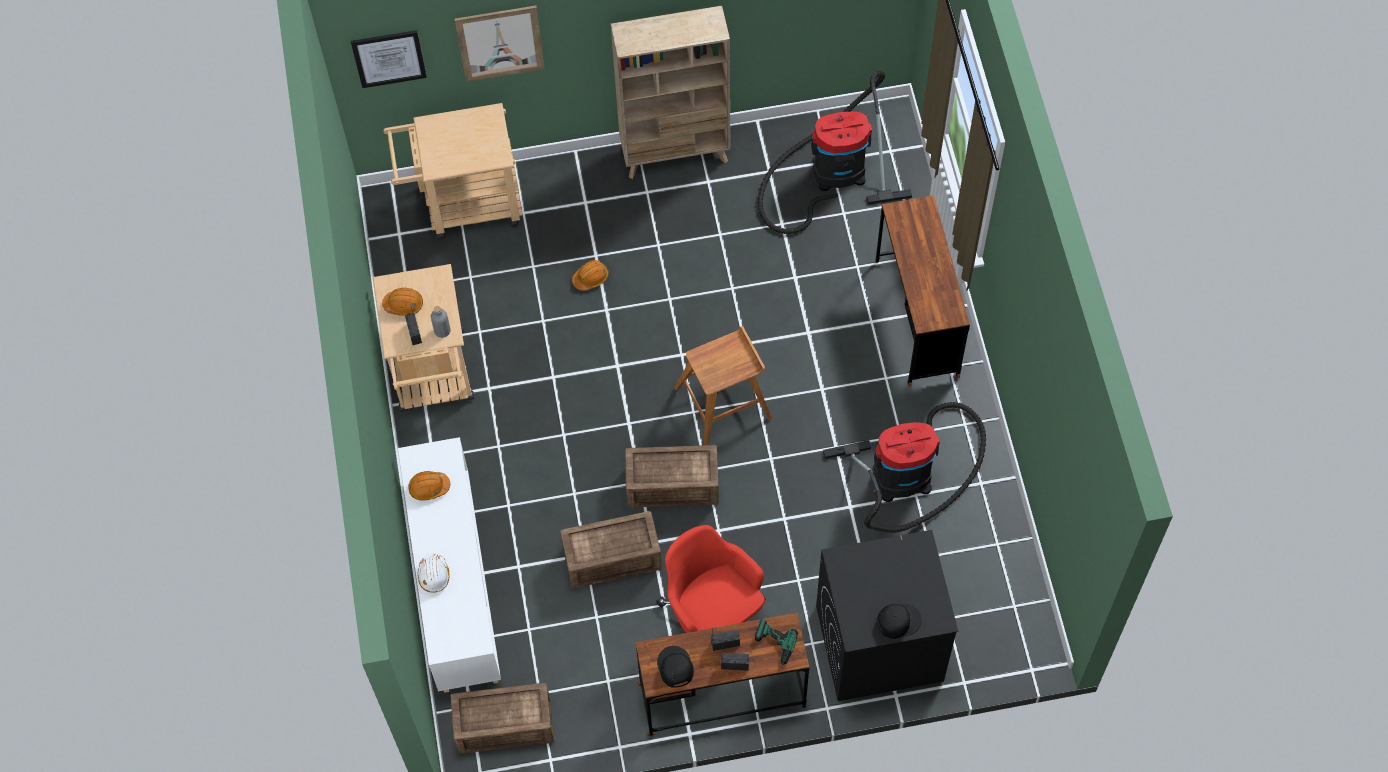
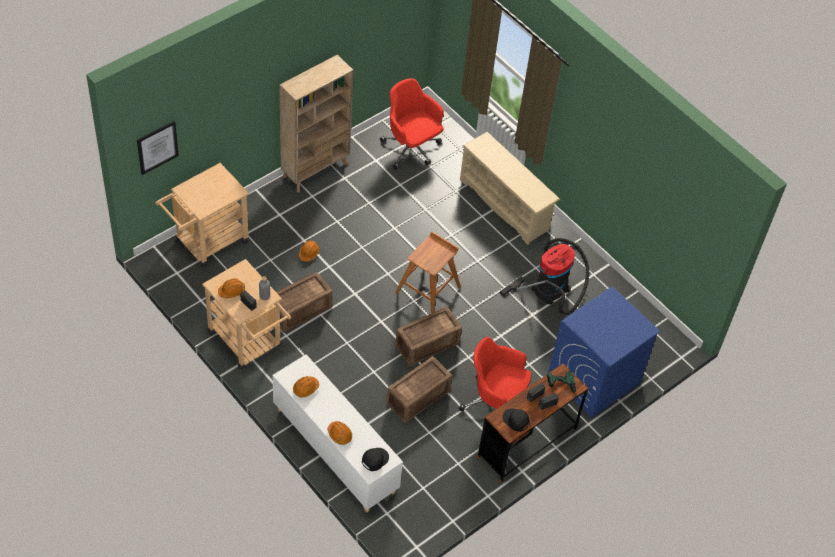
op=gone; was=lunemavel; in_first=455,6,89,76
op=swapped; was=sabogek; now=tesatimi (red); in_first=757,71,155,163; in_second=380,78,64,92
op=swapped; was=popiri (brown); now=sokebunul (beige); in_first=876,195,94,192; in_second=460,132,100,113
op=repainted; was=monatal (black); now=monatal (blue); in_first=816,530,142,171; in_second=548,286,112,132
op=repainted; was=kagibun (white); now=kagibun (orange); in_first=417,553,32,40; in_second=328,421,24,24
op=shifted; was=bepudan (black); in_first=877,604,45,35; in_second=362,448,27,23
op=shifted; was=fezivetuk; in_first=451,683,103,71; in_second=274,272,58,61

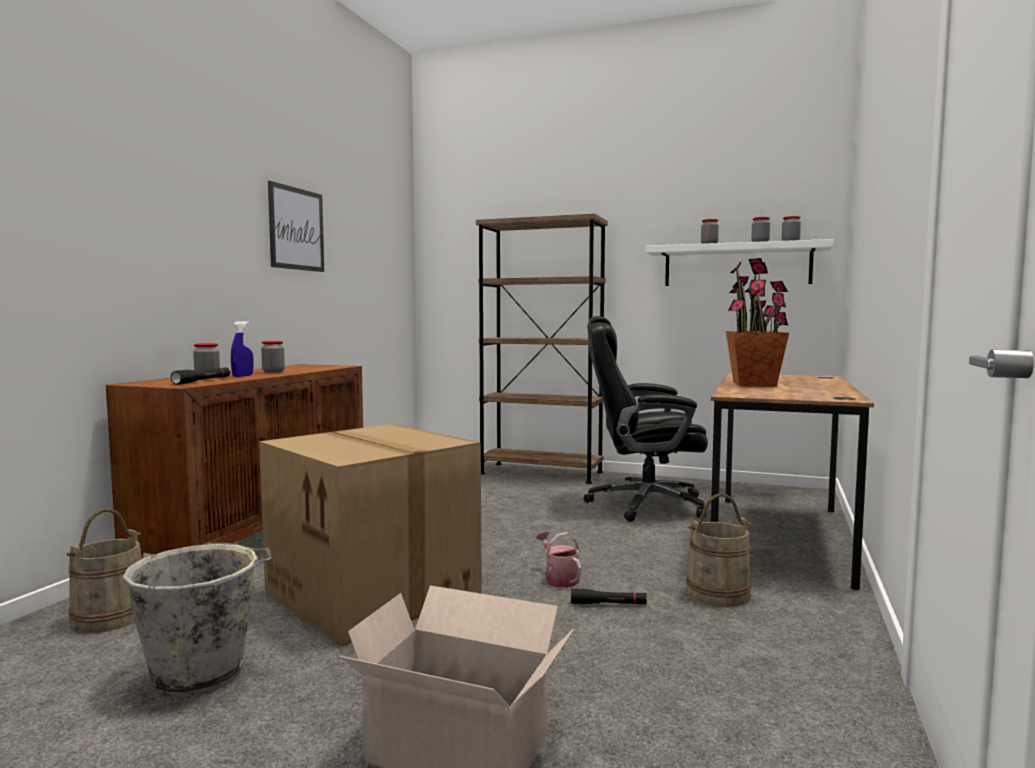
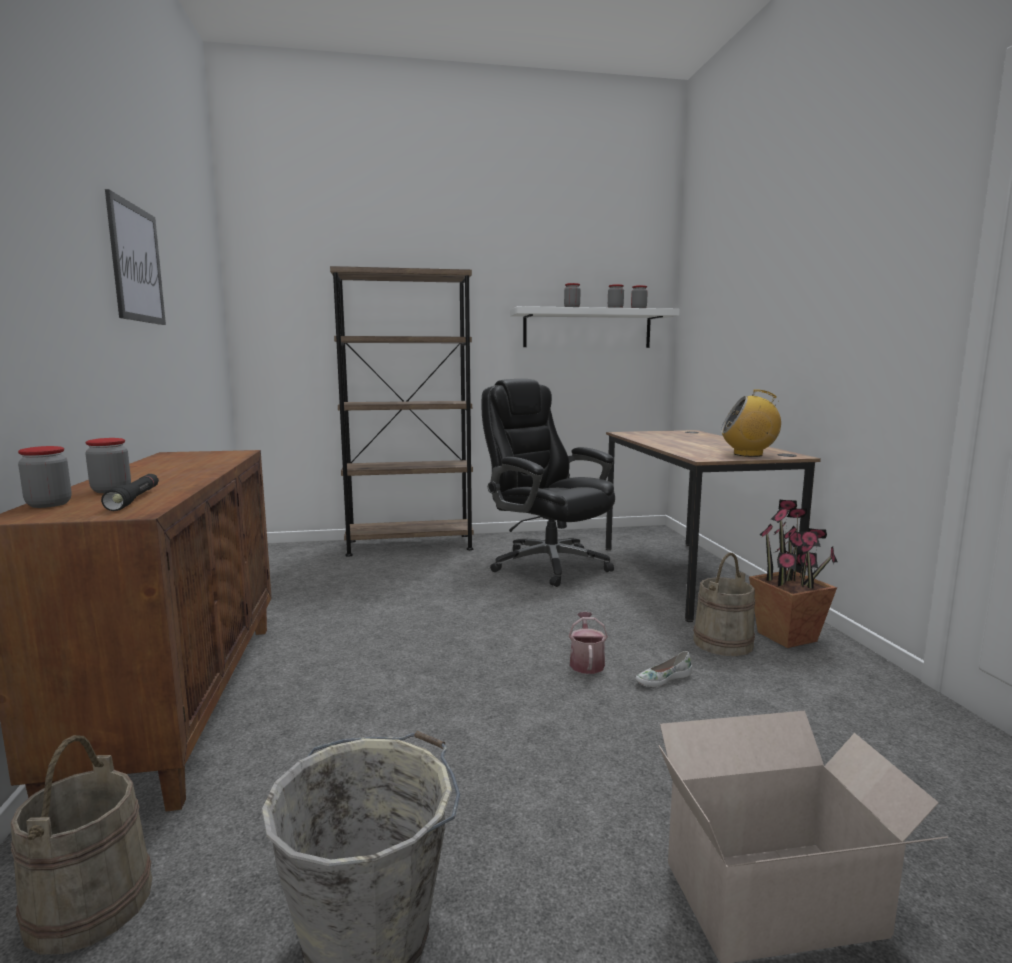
op=shifted; was=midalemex; in_first=726,258,63,129; in_second=749,500,88,148
op=rotated; was=tesatimi (black); in_first=584,316,124,206; in_second=482,379,133,208; clockwise=75
op=gone; was=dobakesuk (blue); in_first=231,321,23,56
op=shifted; was=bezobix; in_first=261,341,24,32; in_second=18,446,54,62
op=gone; was=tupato; in_first=259,424,223,222
op=rotated; was=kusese; in_first=536,532,46,56; in_second=568,612,40,62; clockwise=60
op=swapped; was=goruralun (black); now=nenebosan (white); in_first=571,588,76,16; in_second=635,651,57,36
op=new; now=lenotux; in_second=721,389,60,68

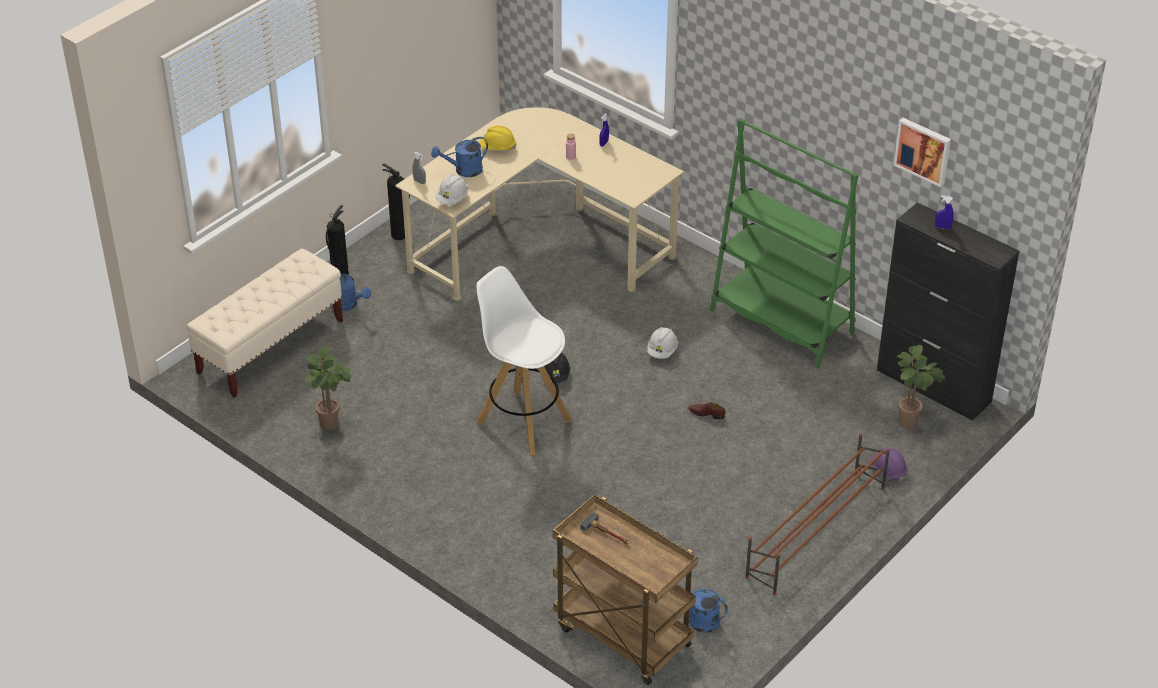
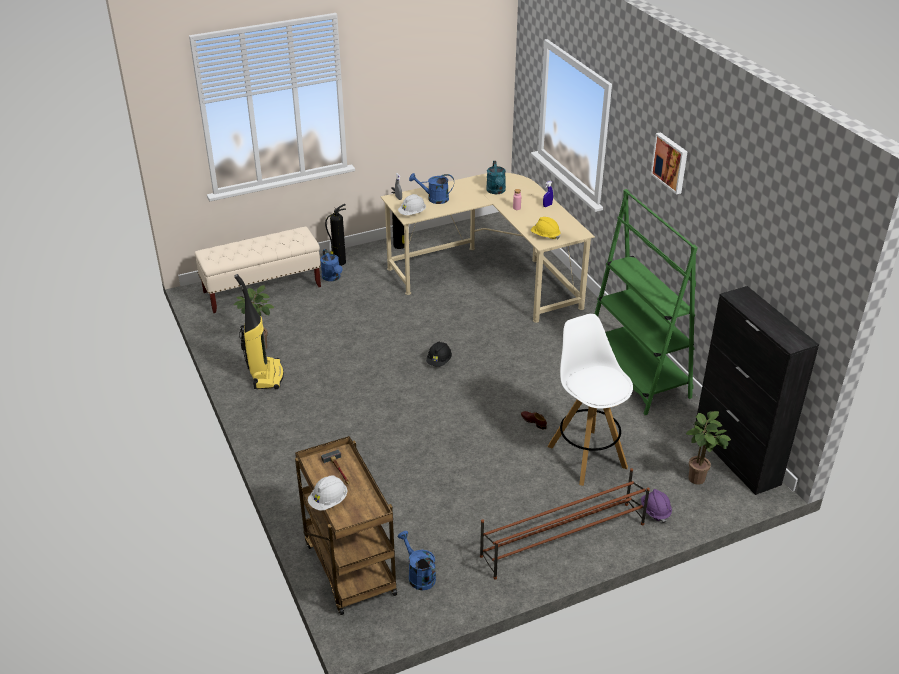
op=shifted; was=lunemavel; in_first=894,118,57,69; in_second=650,132,37,63
op=shifted; was=kagibun (yellow); in_first=479,126,37,24; in_second=531,217,29,23
op=gone; was=dobakesuk (blue); in_first=935,195,19,34
op=shifted; was=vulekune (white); in_first=477,266,95,189; in_second=548,314,85,172
op=shifted; was=kagibun (white); in_first=647,327,31,32; in_second=308,475,39,36
op=new; now=kusese (turquoise); in_second=486,161,20,33
op=new; now=sabogek; in_second=234,274,50,115

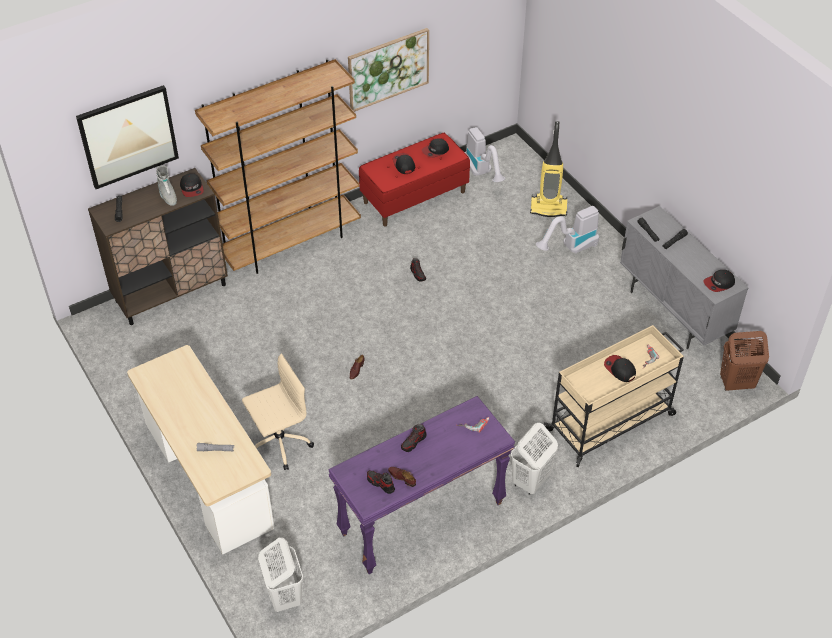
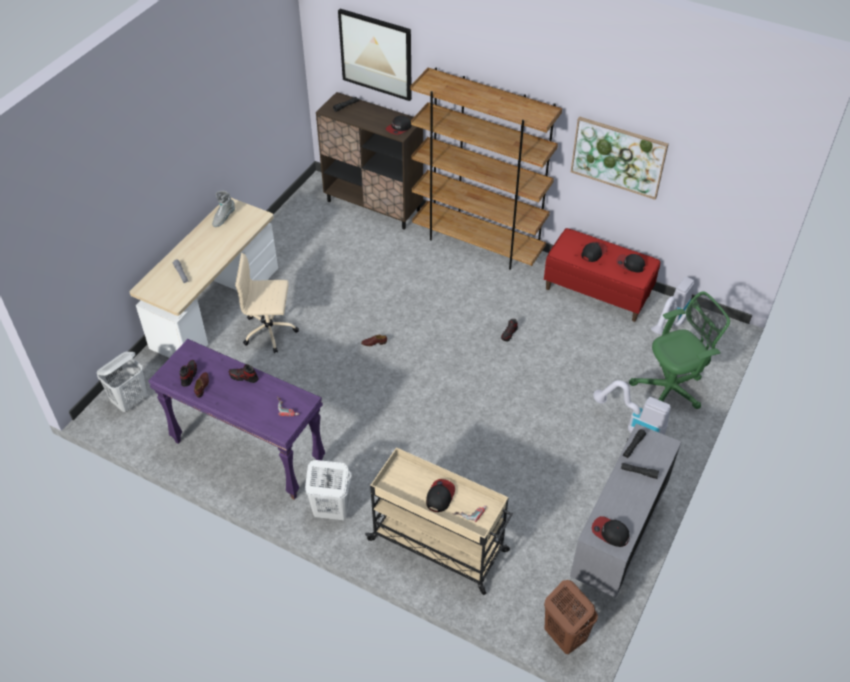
op=swapped; was=sabogek; now=tesatimi (green); in_first=530,121,37,96; in_second=629,291,101,118
op=shifted; was=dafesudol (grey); in_first=156,166,21,40; in_second=212,191,23,36
op=rotated; was=tesatimi (beige); in_first=242,353,72,117; in_second=235,253,64,100; clockwise=150

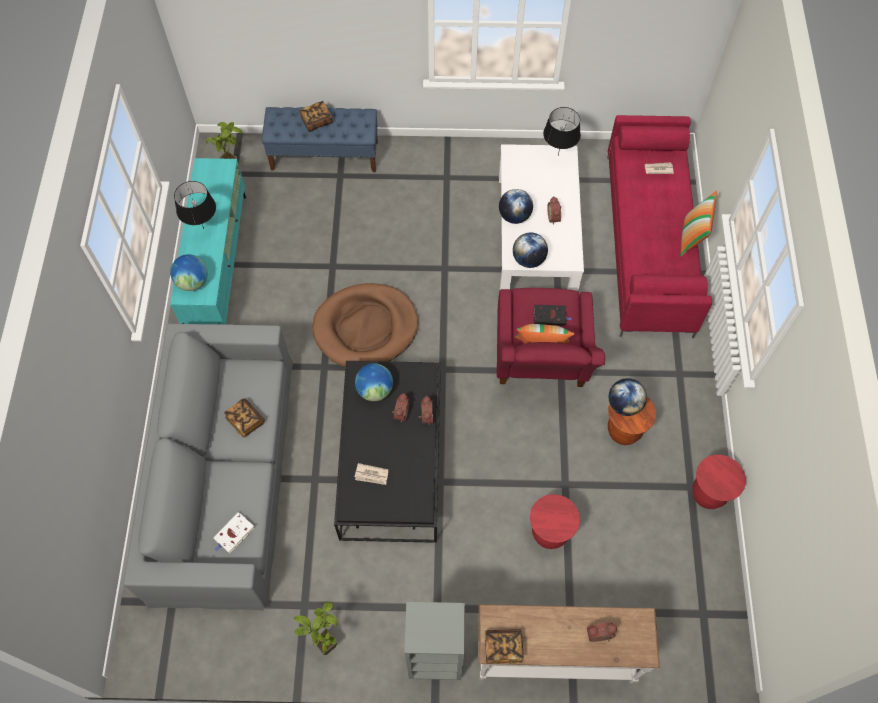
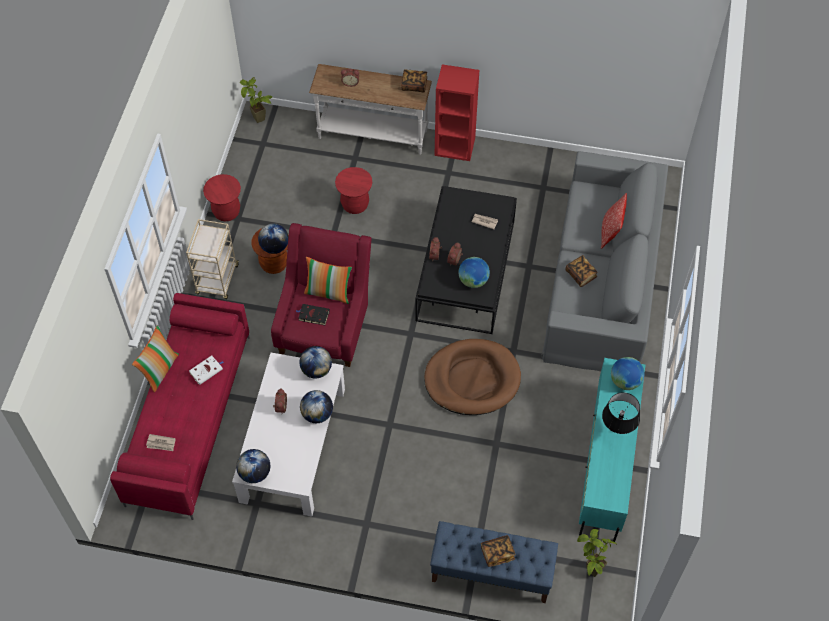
op=swapped; was=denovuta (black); now=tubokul; in_first=543,107,38,49; in_second=236,449,34,34
op=shifted; was=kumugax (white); in_first=213,512,42,41; in_second=189,355,35,30
op=shifted; was=midalemex; in_first=294,602,44,53; in_second=240,77,32,46
op=repainted; was=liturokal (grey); now=liturokal (red); in_first=404,602,61,78; in_second=434,64,45,97
op=new; now=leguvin; in_second=601,193,26,56
op=new; now=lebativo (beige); in_second=186,219,53,80

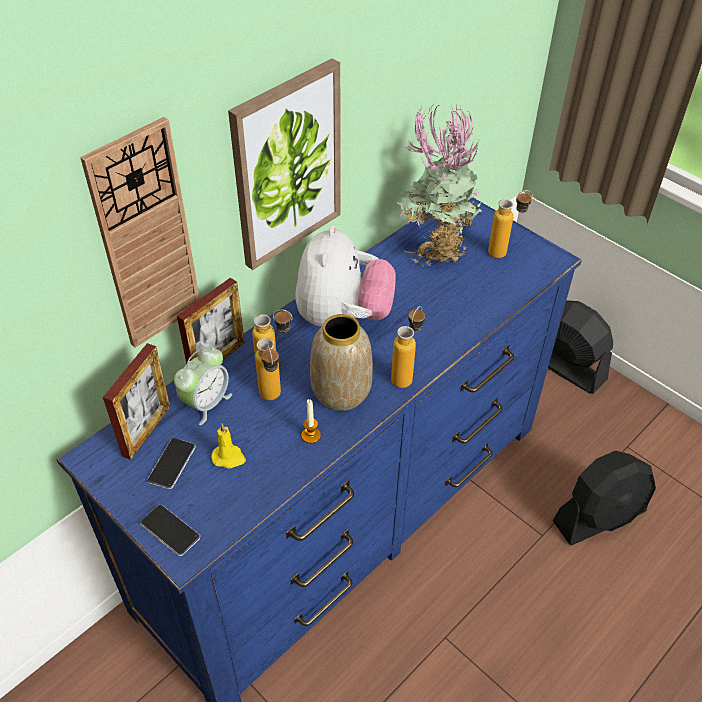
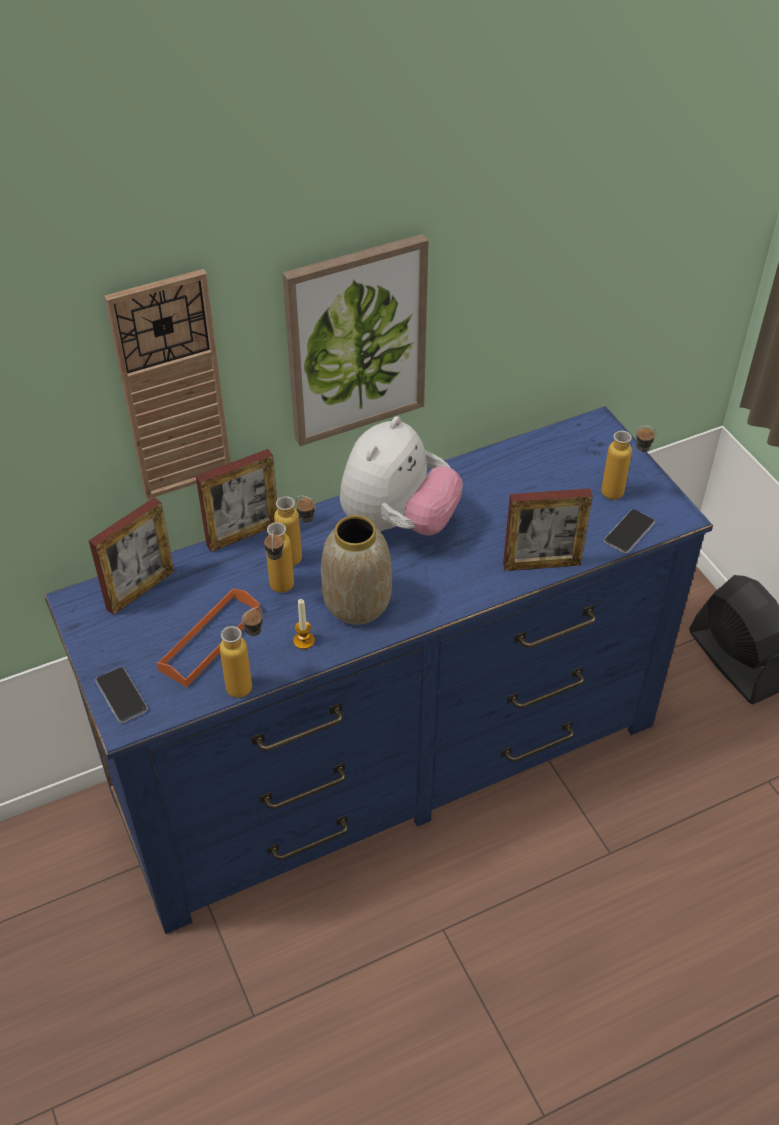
op=gone; was=midalemex; in_first=397,104,84,163
op=shifted; was=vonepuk; in_first=391,306,34,82; in_second=220,607,43,91
op=gone; was=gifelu; in_first=174,347,58,78
op=swapped; was=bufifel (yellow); now=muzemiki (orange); in_first=211,424,35,45; in_second=157,589,104,98
op=shifted; was=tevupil; in_first=147,438,49,51; in_second=604,509,51,44
op=gone; was=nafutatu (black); in_first=553,451,103,94
op=new; now=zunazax; in_second=503,488,90,83

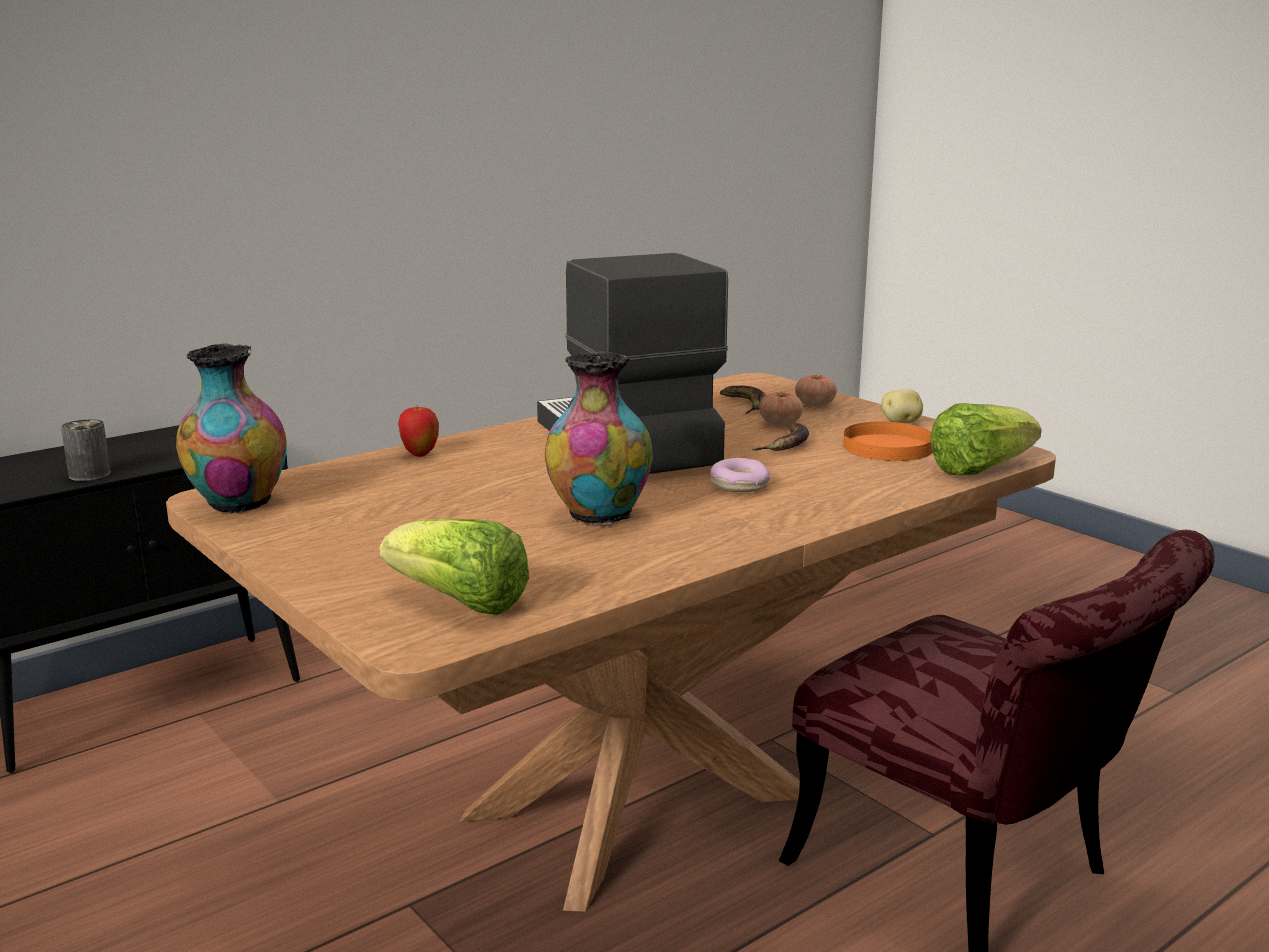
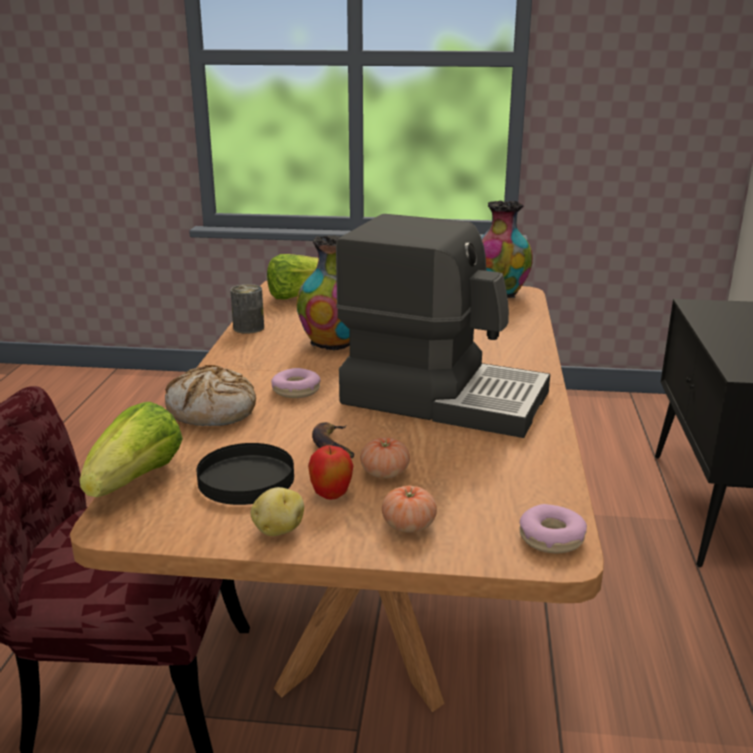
op=gone; was=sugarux; in_first=720,386,46,28
op=shifted; was=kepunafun; in_first=398,405,41,52; in_second=308,446,45,53
op=shifted; was=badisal; in_first=61,419,50,62; in_second=230,284,34,50
op=repainted; was=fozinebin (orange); now=fozinebin (black); in_first=843,421,89,40; in_second=196,443,98,62
op=new; now=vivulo; in_second=165,365,91,61
op=new; now=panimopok; in_second=519,504,68,49

